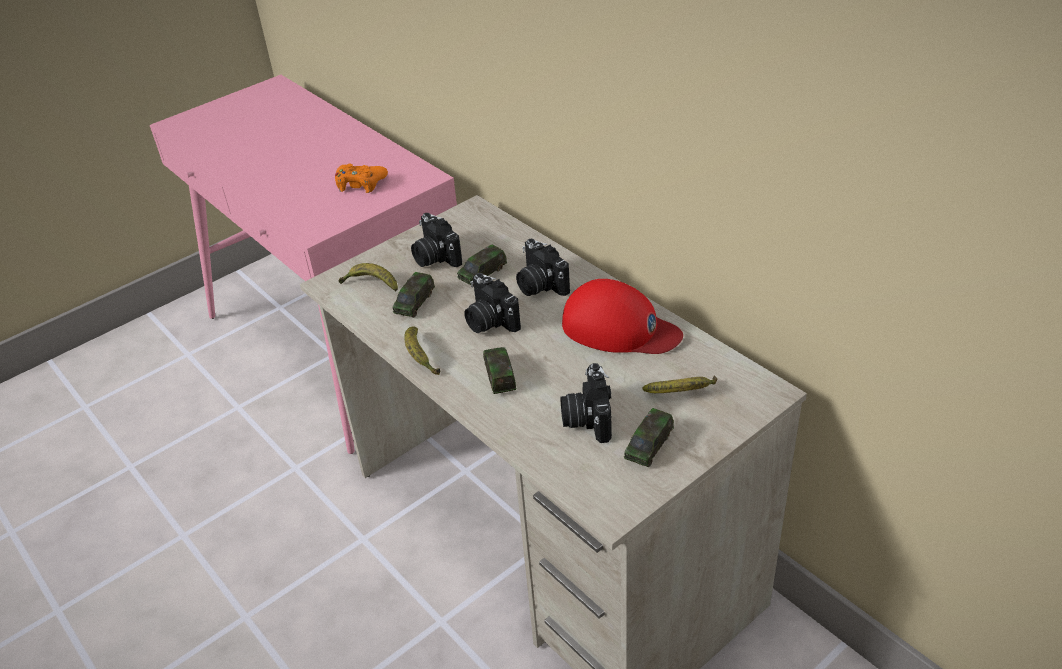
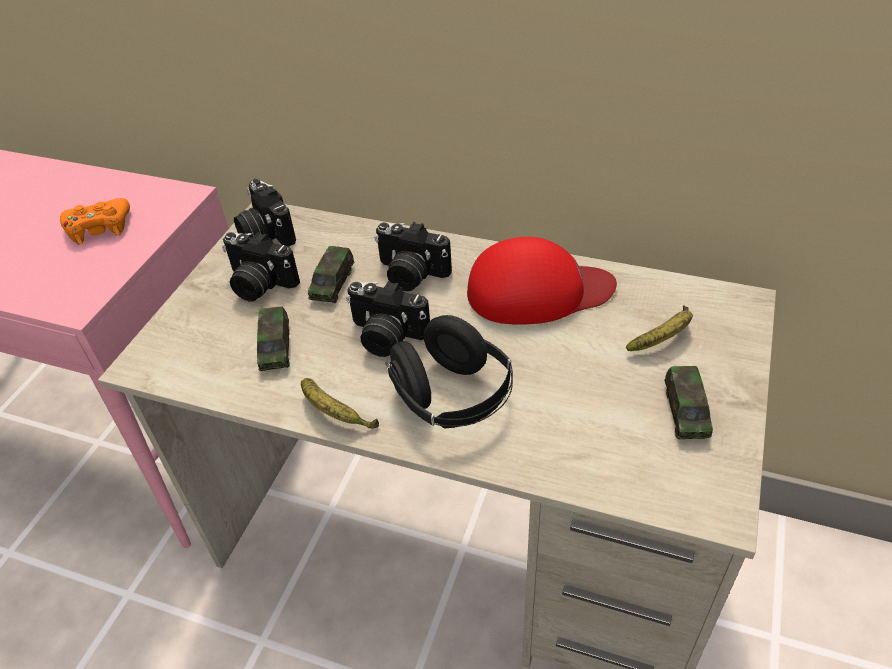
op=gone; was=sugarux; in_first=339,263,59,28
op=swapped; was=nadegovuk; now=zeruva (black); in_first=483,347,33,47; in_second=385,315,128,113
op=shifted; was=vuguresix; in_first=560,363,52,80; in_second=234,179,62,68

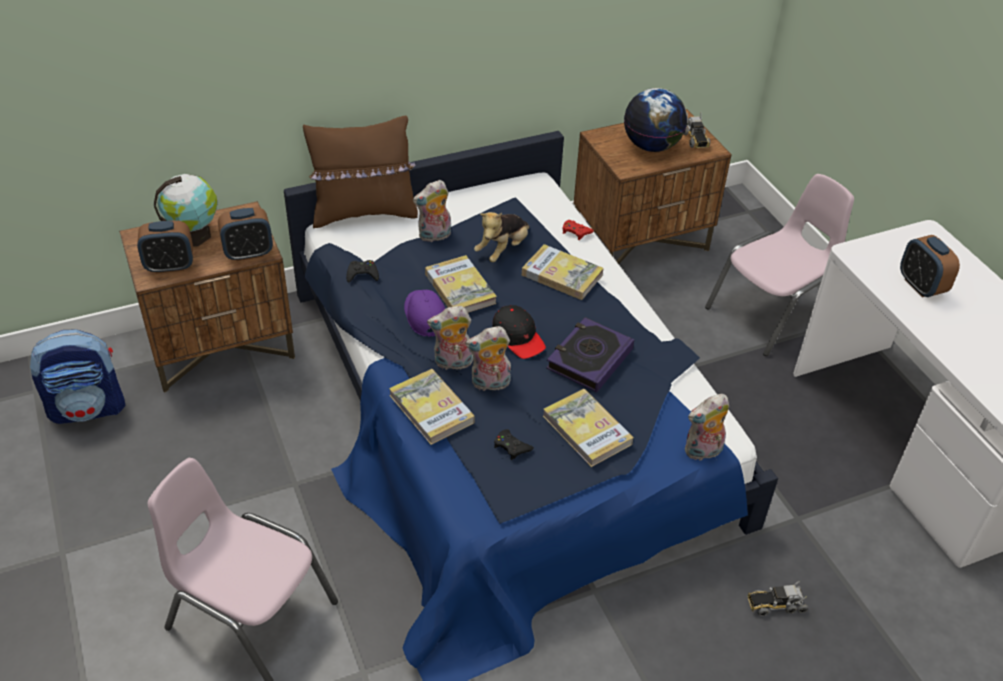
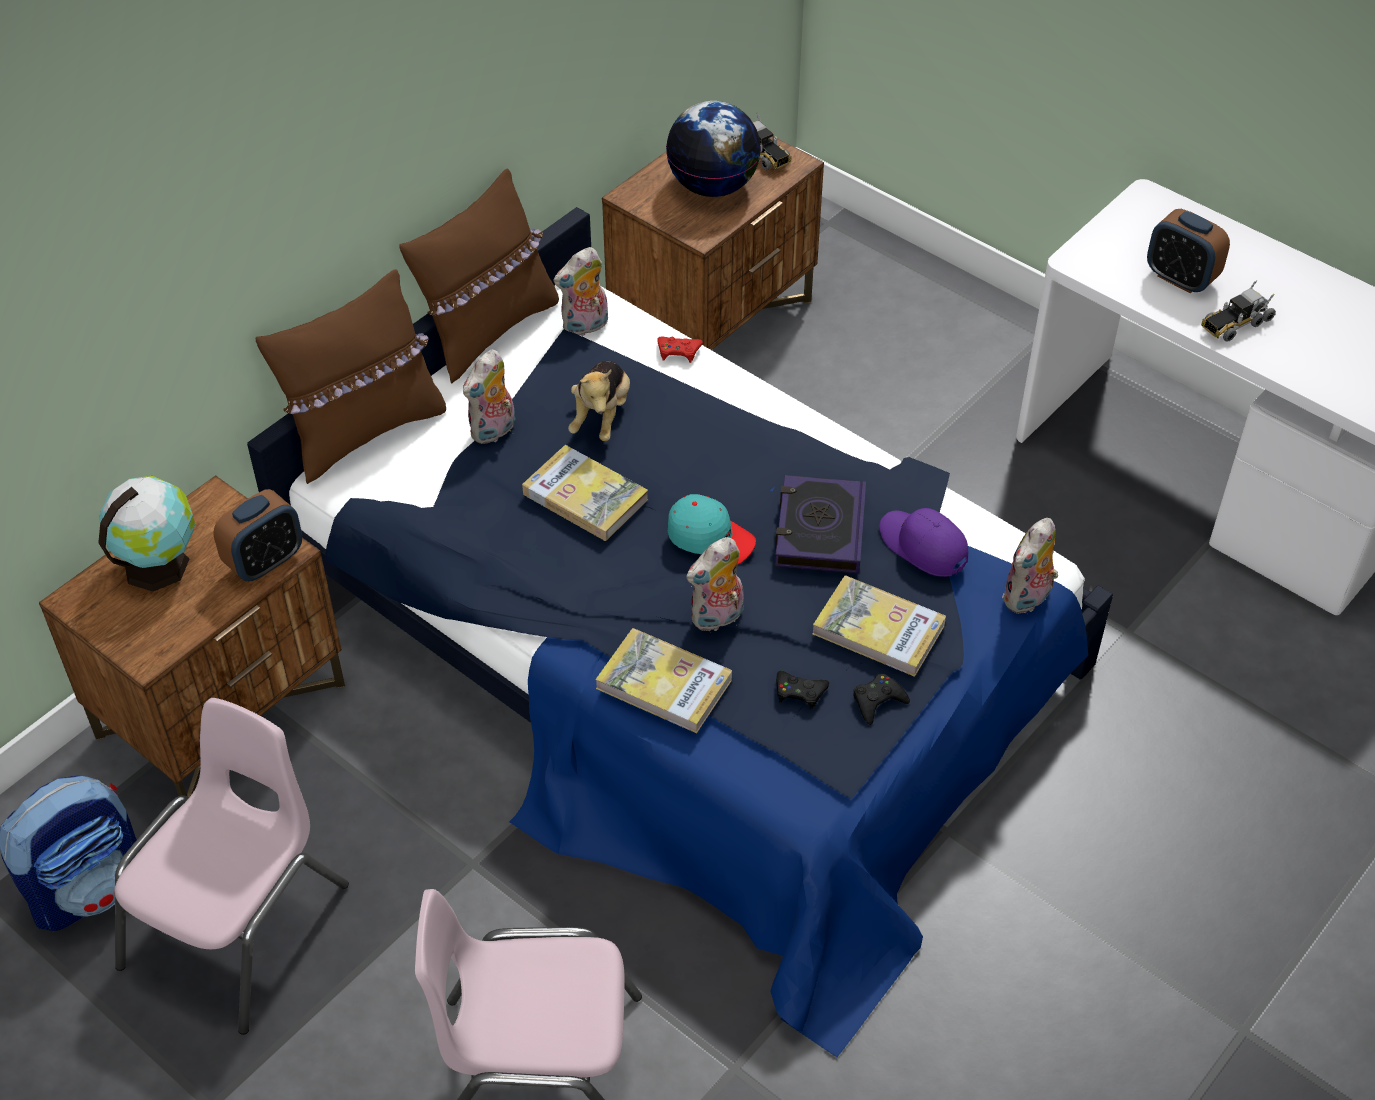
op=shifted; was=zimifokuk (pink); in_first=705,174,149,182; in_second=114,698,235,337
op=gone; was=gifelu; in_first=137,221,56,53
op=gone; was=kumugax; in_first=522,244,82,56
op=shifted; was=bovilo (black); in_first=346,260,33,23; in_second=853,674,57,51
op=shifted; was=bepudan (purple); in_first=404,290,41,47; in_second=880,508,88,69
op=repainted; was=bepudan (black); now=bepudan (turquoise); in_first=492,305,54,54; in_second=668,494,88,71
op=shifted; was=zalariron; in_first=427,306,46,64; in_second=554,247,54,89
op=shifted; was=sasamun; in_first=747,581,61,35; in_second=1201,280,75,62
op=new; now=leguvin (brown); in_second=399,168,160,216

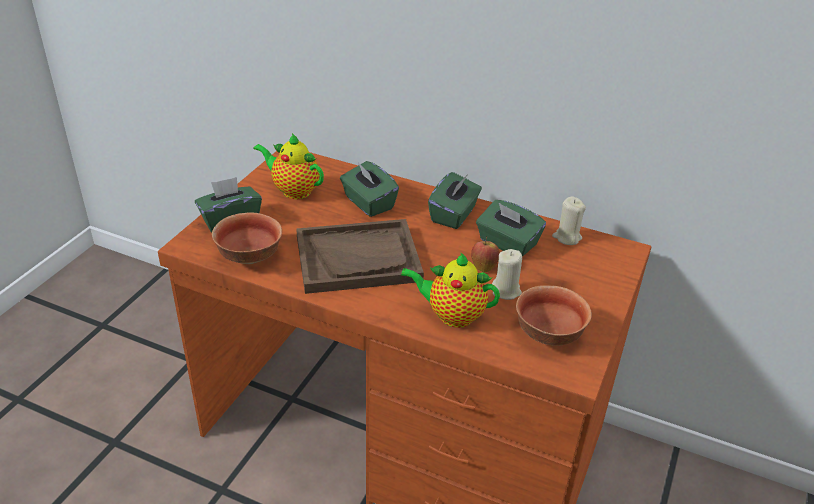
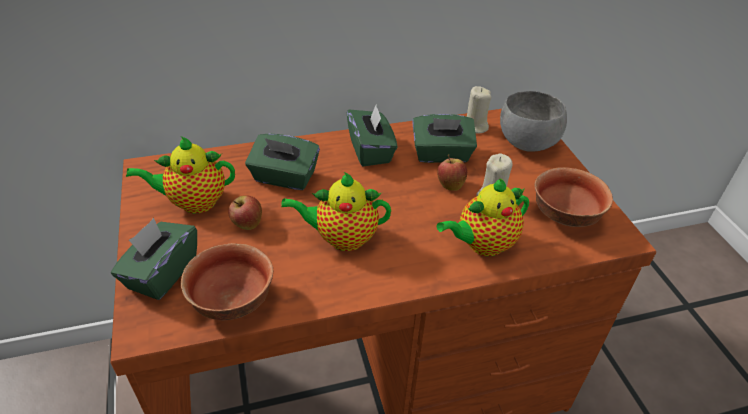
op=swapped; was=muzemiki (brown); now=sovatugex; in_first=296,219,128,75; in_second=282,172,109,79
op=new; now=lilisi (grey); in_second=500,91,67,61
op=new; now=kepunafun; in_second=228,195,34,35

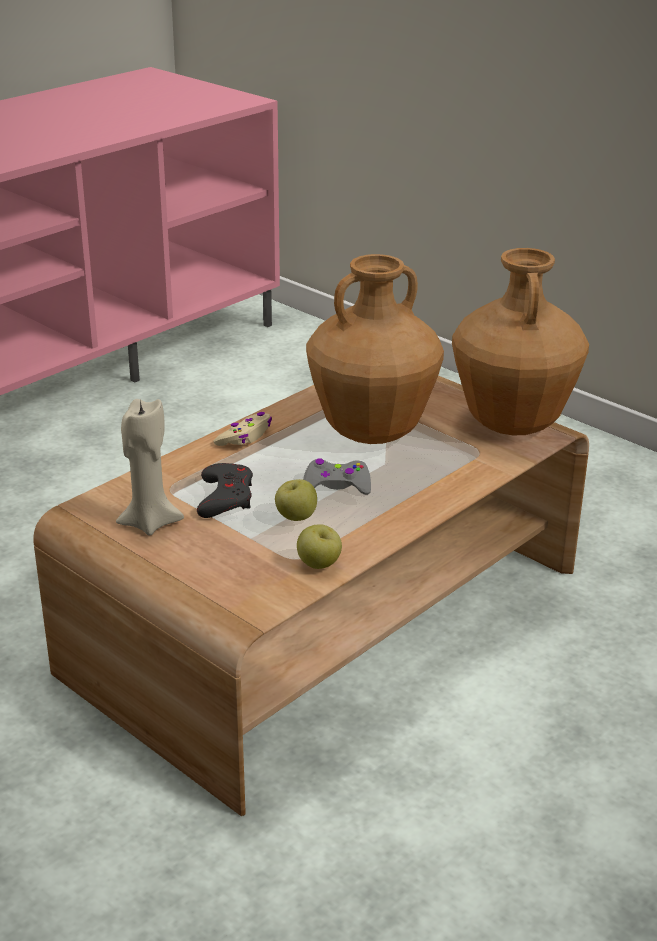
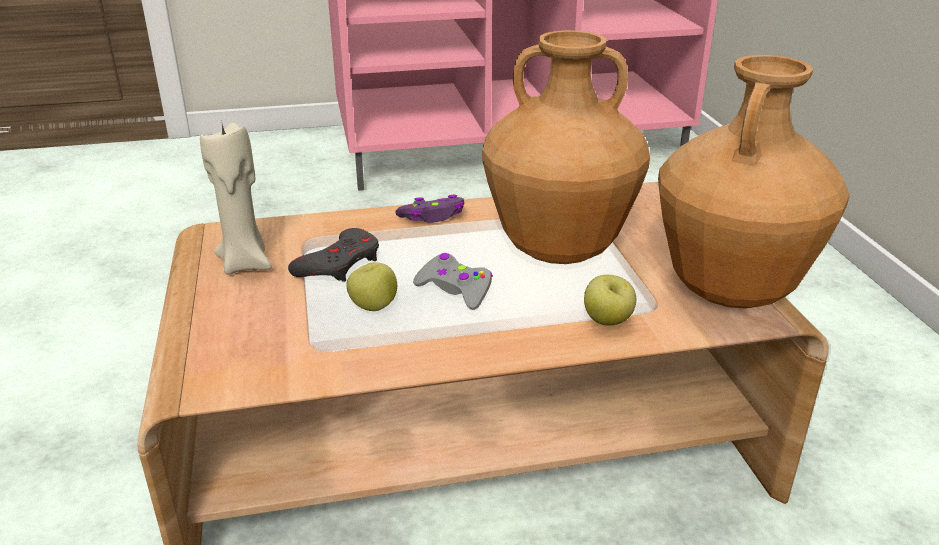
op=repainted; was=bovilo (beige); now=bovilo (purple); in_first=213,412,59,34; in_second=395,195,69,28
op=shifted; was=kepunafun; in_first=297,524,45,45; in_second=584,275,52,51

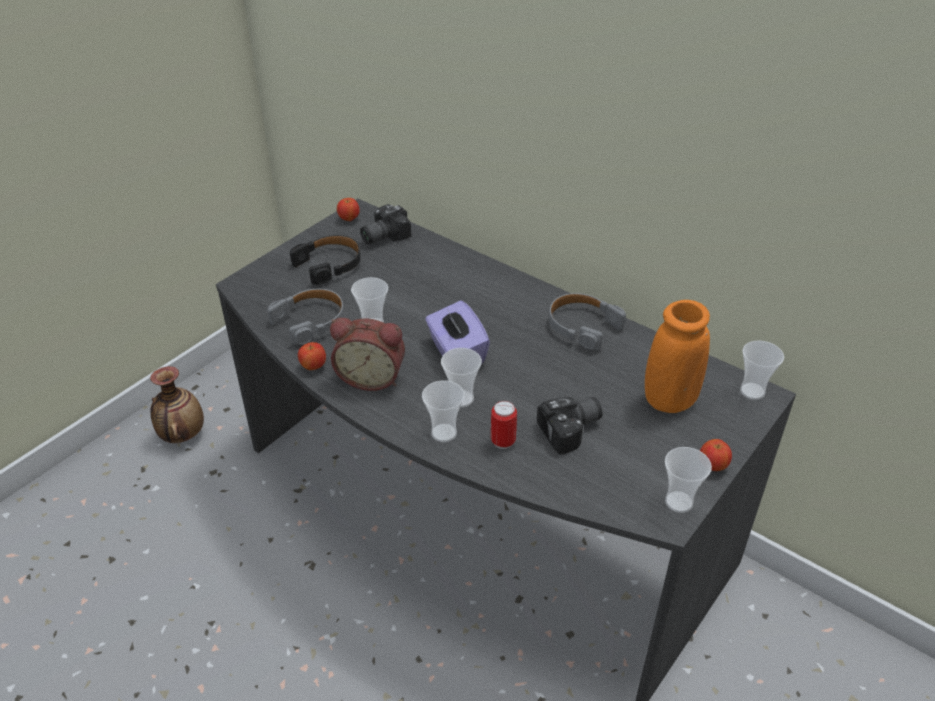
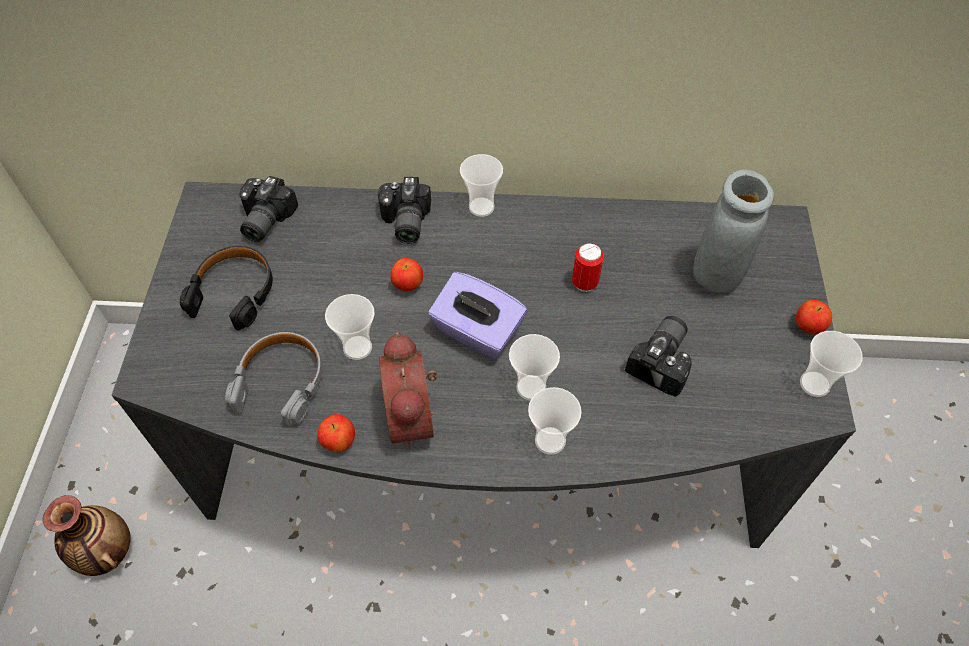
op=shifted; was=kepunafun; in_first=337,198,23,23; in_second=390,258,33,34
op=gone; was=zeruva (grey); in_first=549,293,77,57
op=repainted; was=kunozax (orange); now=kunozax (grey); in_first=645,300,65,113; in_second=693,170,81,123
op=rotated; was=gifelu; in_first=330,318,75,73; in_second=379,332,58,117; clockwise=105
op=shifted; was=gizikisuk; in_first=740,340,44,60; in_second=460,154,43,63
op=shifted; was=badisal; in_first=491,401,26,48; in_second=572,243,32,49
op=new; now=vuguresix; in_second=378,177,53,67

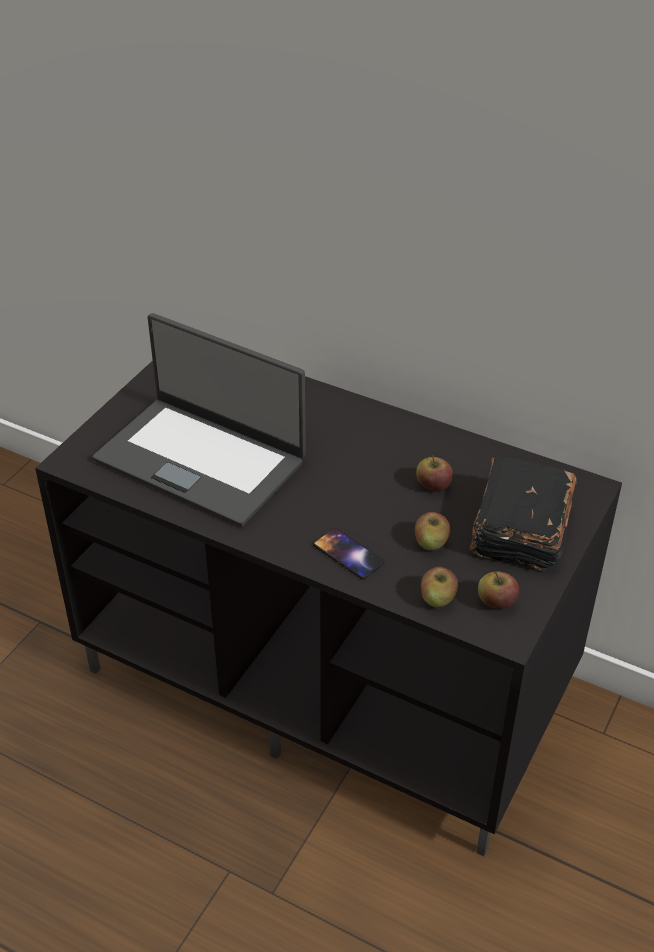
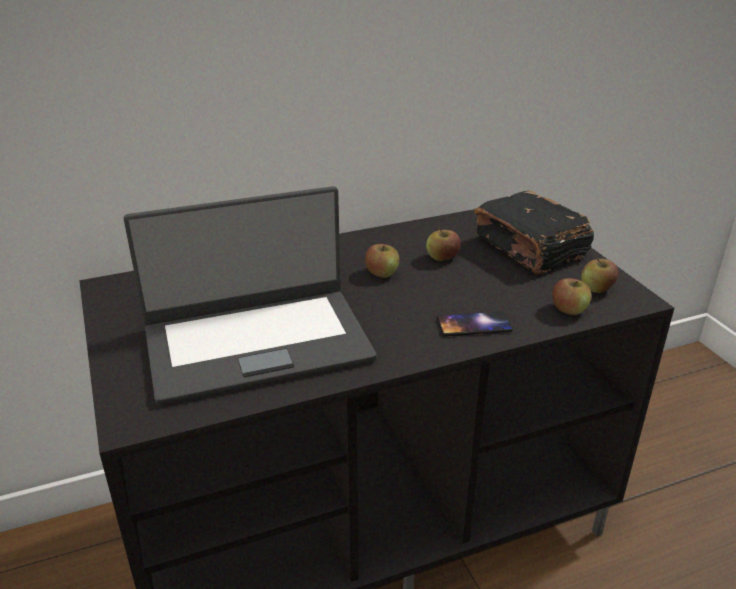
op=shifted; was=kepunafun; in_first=415,512,35,39; in_second=365,244,35,34

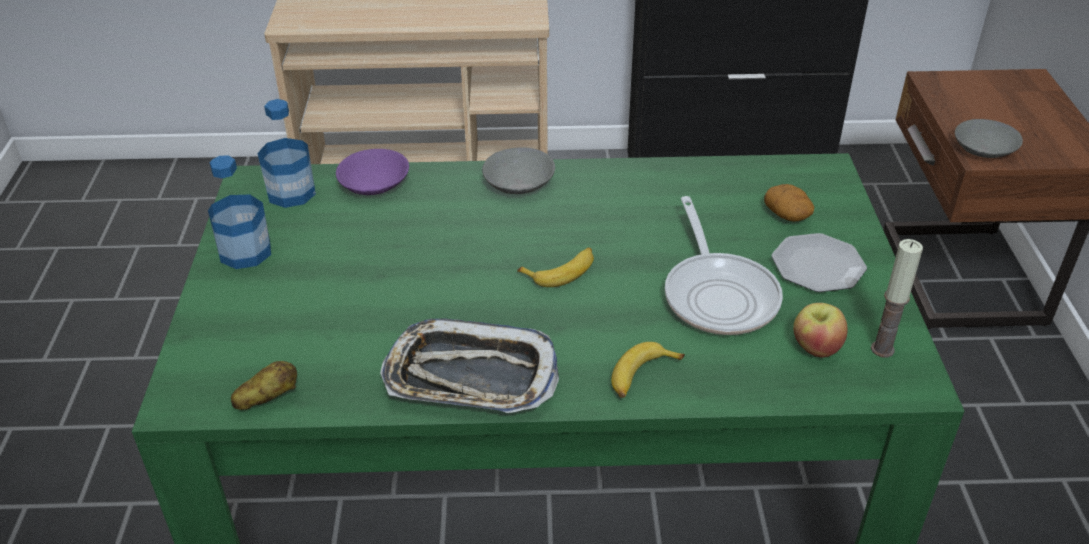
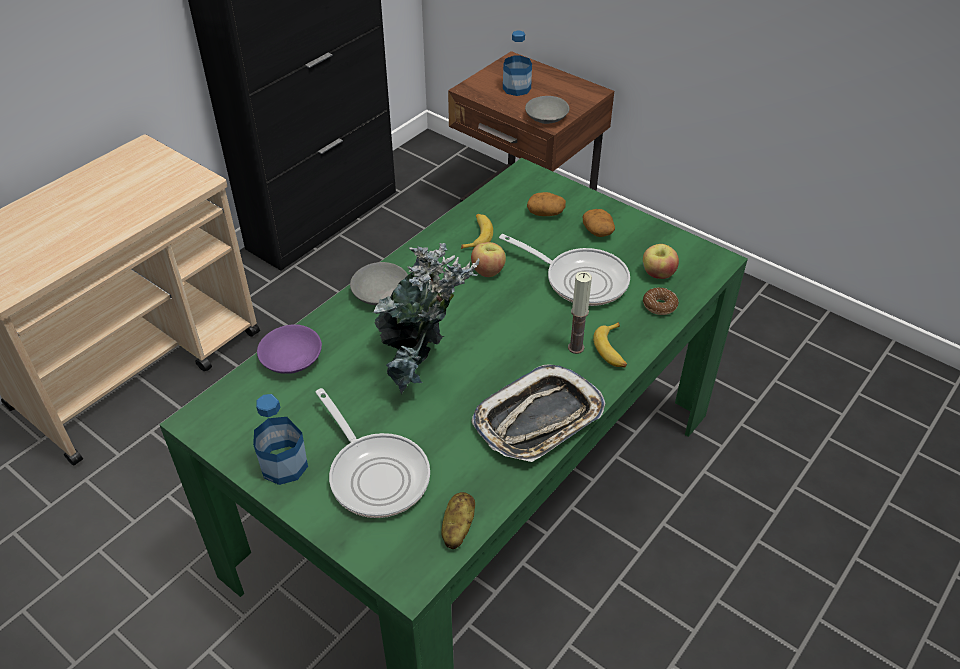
op=shifted; was=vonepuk; in_first=257,99,59,109; in_second=503,31,29,65
op=swapped; was=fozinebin; now=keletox; in_first=772,233,95,59; in_second=583,209,32,28
op=shifted; was=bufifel; in_first=871,239,52,119; in_second=568,271,24,83
op=shifted; was=sugarux; in_first=517,248,77,39; in_second=461,214,32,35
op=new; now=kepunafun; in_second=471,242,35,35
op=new; now=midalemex; in_second=373,243,106,152
op=new; now=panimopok; in_second=643,288,36,27
op=new; now=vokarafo; in_second=315,388,115,130

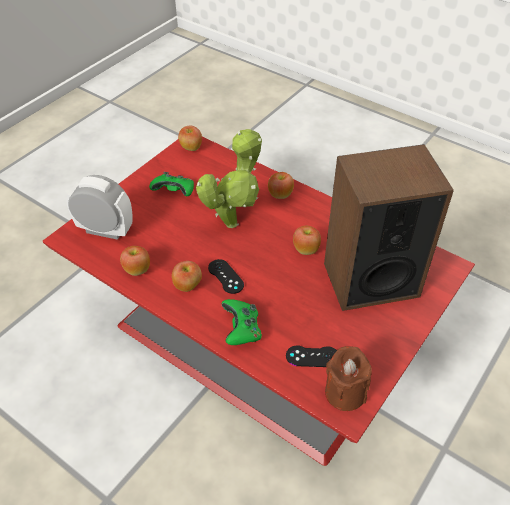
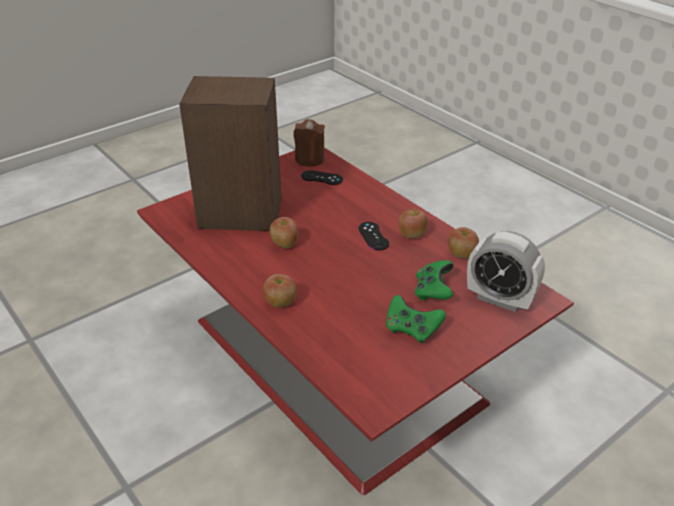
op=gone; was=kepunafun; in_first=178,125,24,26
op=gone; was=midalemex; in_first=196,129,66,99
op=shifted; was=bovilo (green); in_first=221,299,41,46; in_second=415,260,39,41

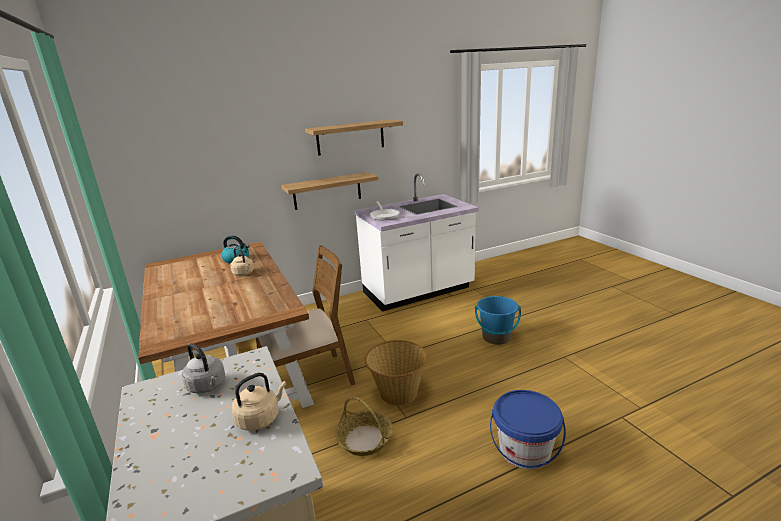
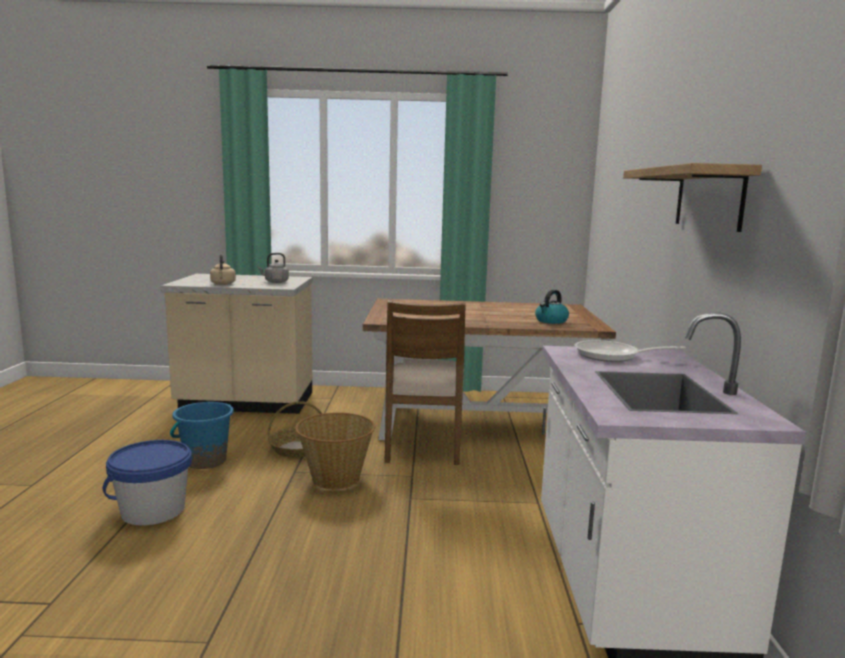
op=gone; was=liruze; in_first=281,172,97,38
op=gone; was=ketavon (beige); in_first=230,248,24,28
op=shifted; was=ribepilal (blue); in_first=475,296,46,49; in_second=170,402,64,67

